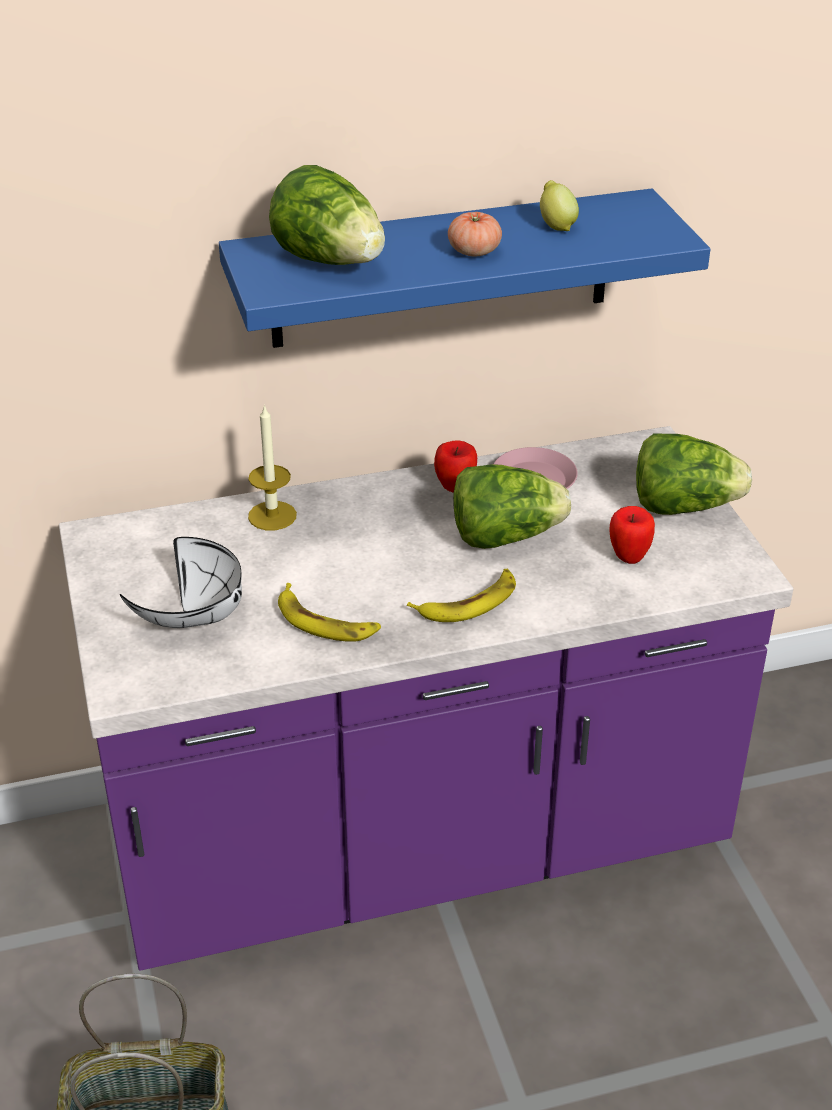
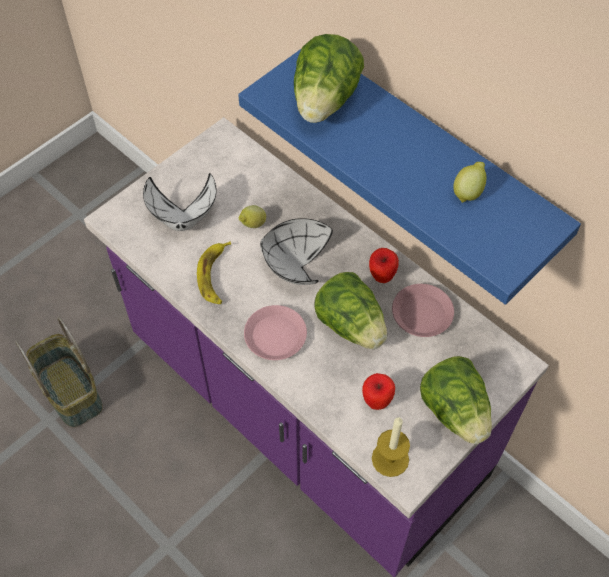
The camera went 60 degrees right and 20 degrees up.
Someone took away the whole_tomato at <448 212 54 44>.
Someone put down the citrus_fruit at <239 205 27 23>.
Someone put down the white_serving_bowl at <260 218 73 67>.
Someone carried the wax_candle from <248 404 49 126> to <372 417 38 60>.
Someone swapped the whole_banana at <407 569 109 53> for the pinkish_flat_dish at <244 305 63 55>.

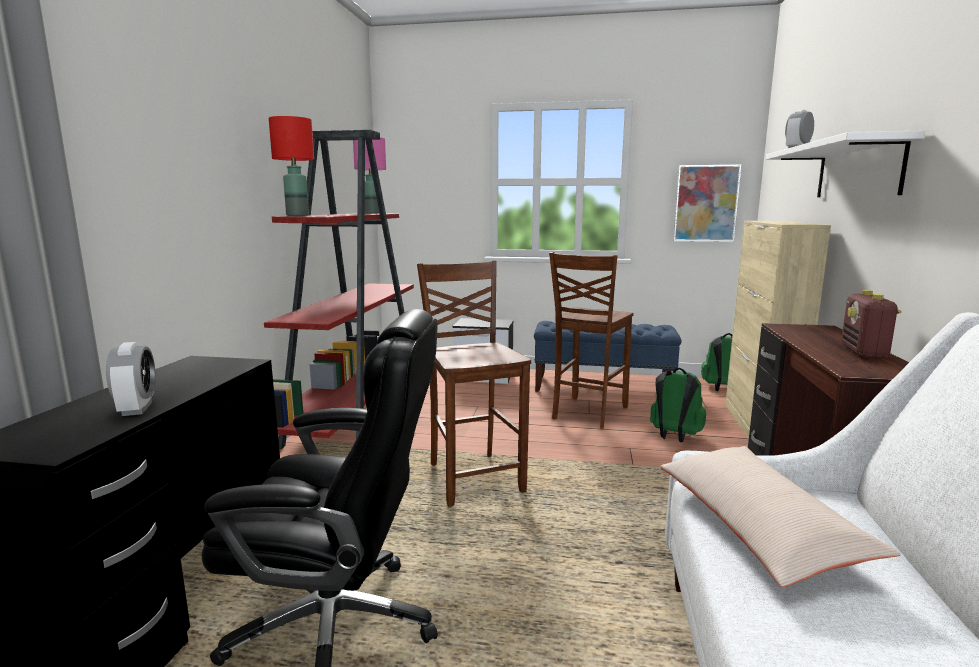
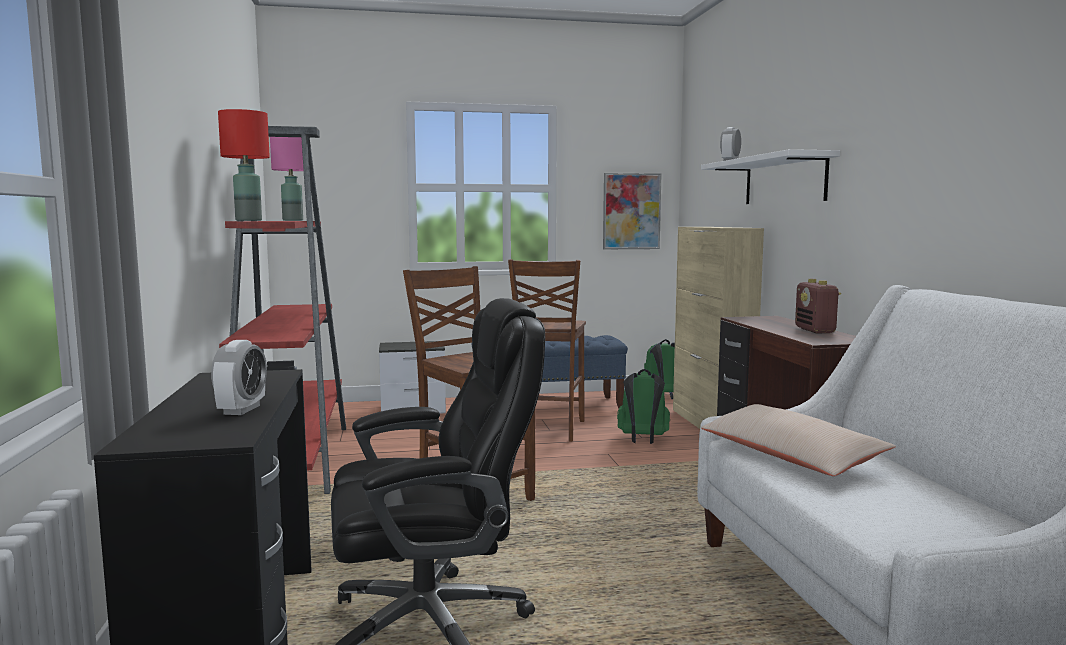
The camera went 20 degrees left and 5 degrees down.
Someone rotated the bedside_clock at <106 342 50 74> by 45 degrees clockwise.

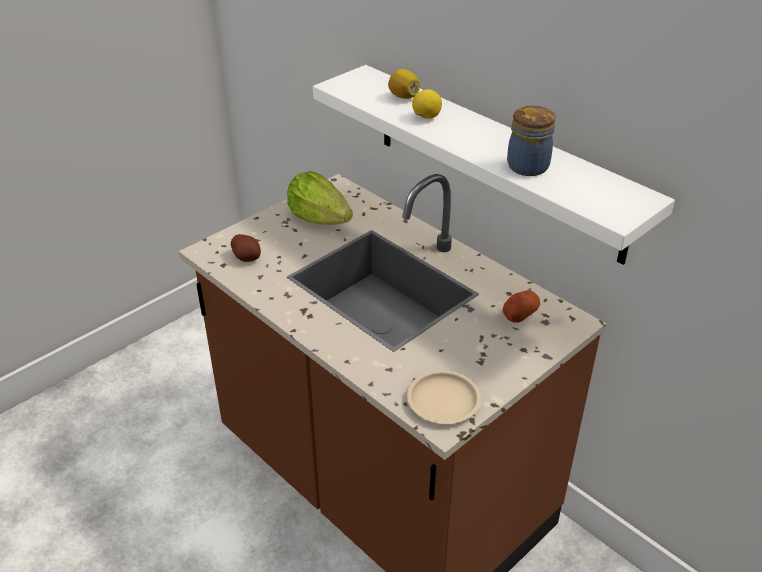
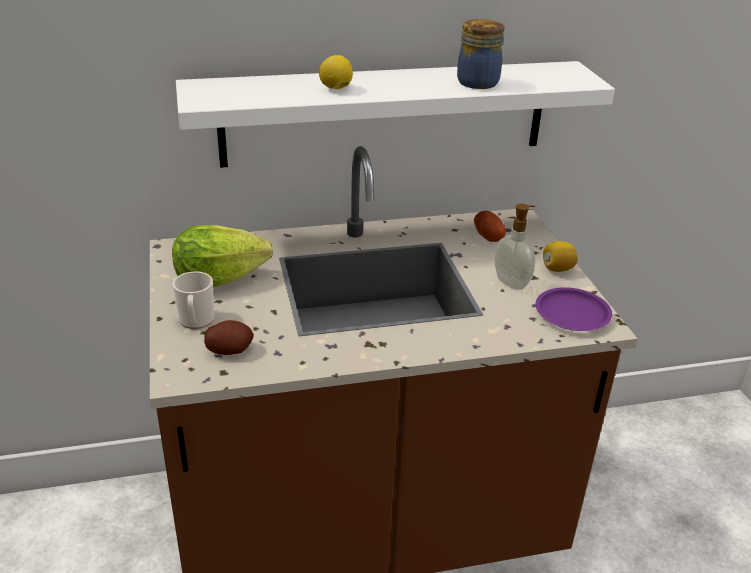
The camera went 60 degrees left and 5 degrees down.
Someone put down the mug at <173 271 41 58>.
Someone put down the soap_dispenser at <495 204 40 86>.
Someone carried the citrus_fruit from <388 69 32 30> to <543 241 35 31>.
Someone repainted the beige_flat_dish at <407 370 74 54>, which became the purplish_flat_dish at <536 287 76 44>.

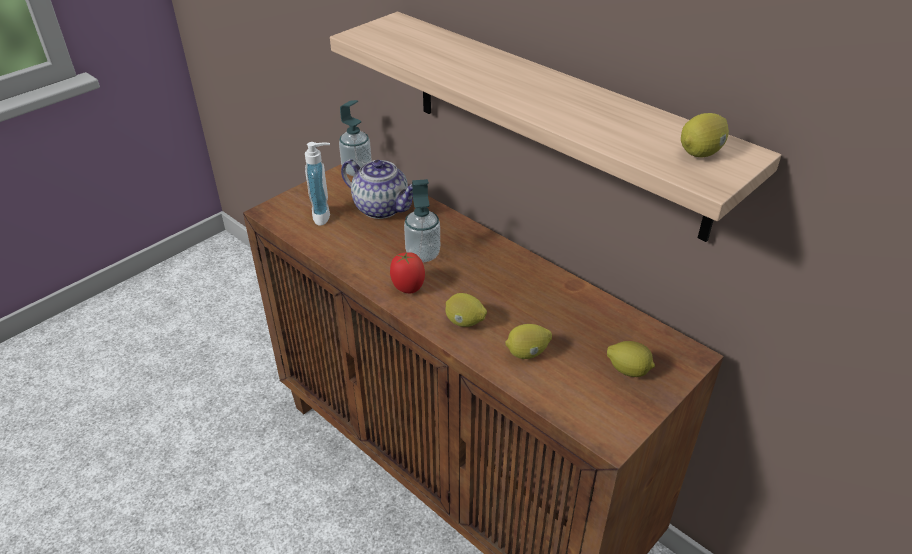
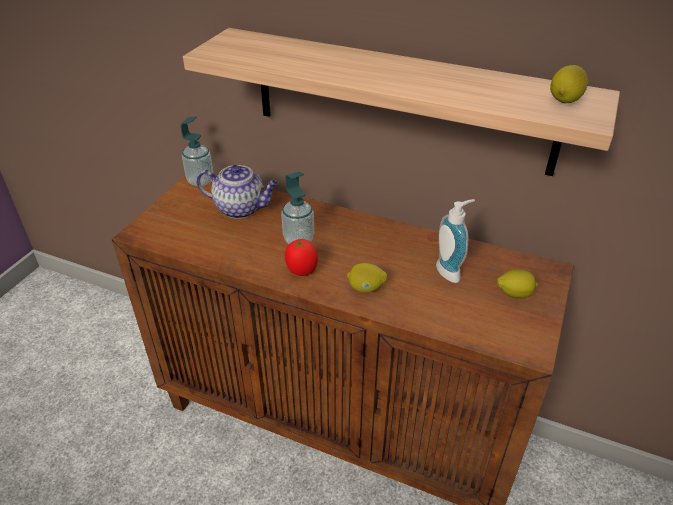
The camera went 20 degrees left and 0 degrees up.
Someone took away the citrus_fruit at <505 324 47 35>.
Someone carried the soap_dispenser from <305 142 25 84> to <436 199 39 84>.

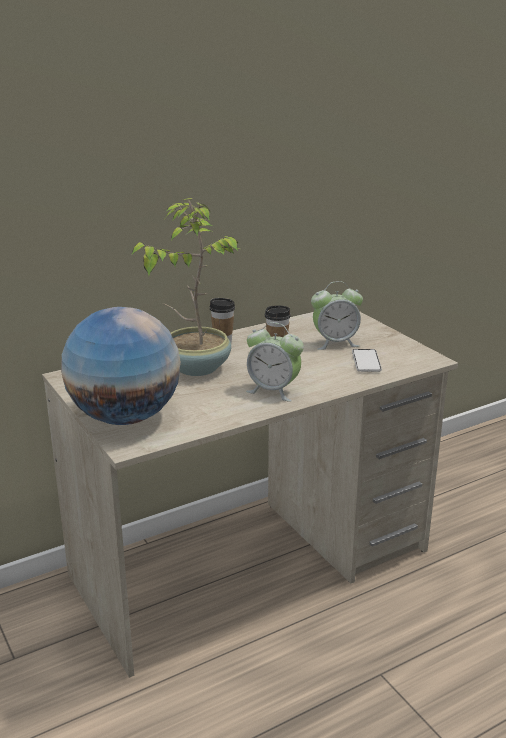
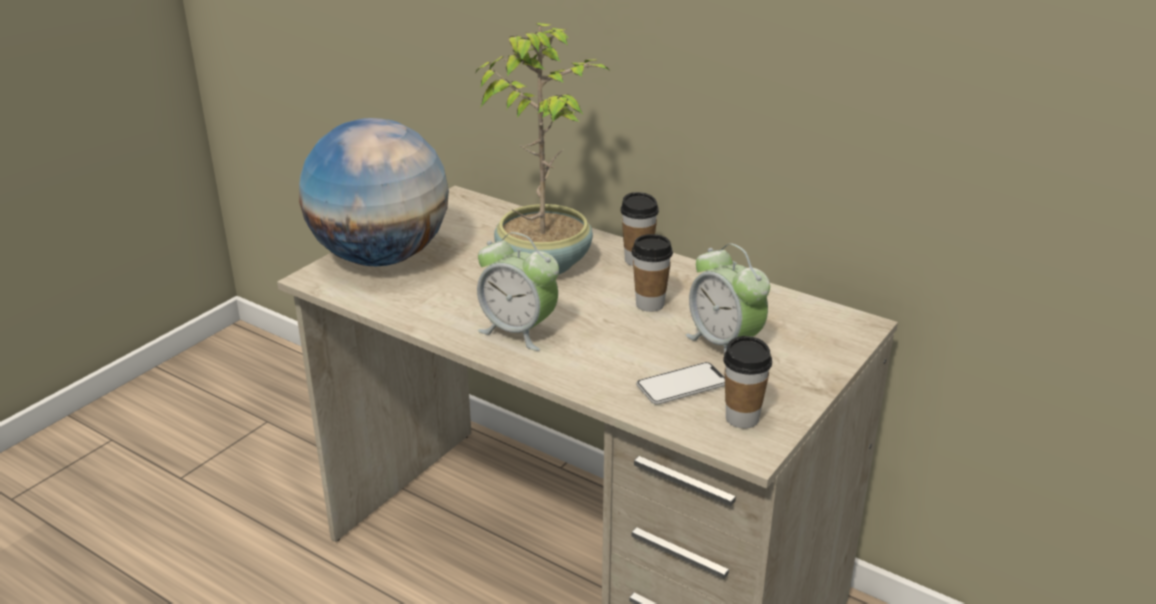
The camera went 65 degrees right and 5 degrees up.
Someone put down the drinking_cup at <723 336 49 92>.
Someone rotated the bedside_clock at <246 322 58 80> by 60 degrees counterclockwise.

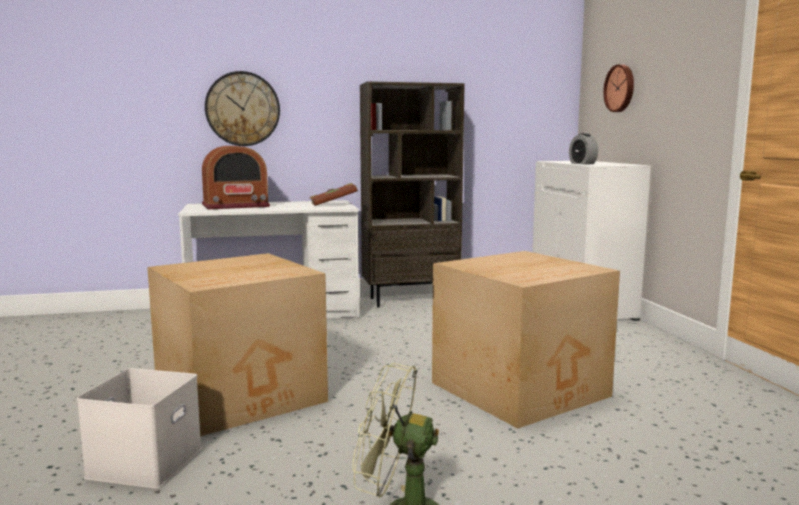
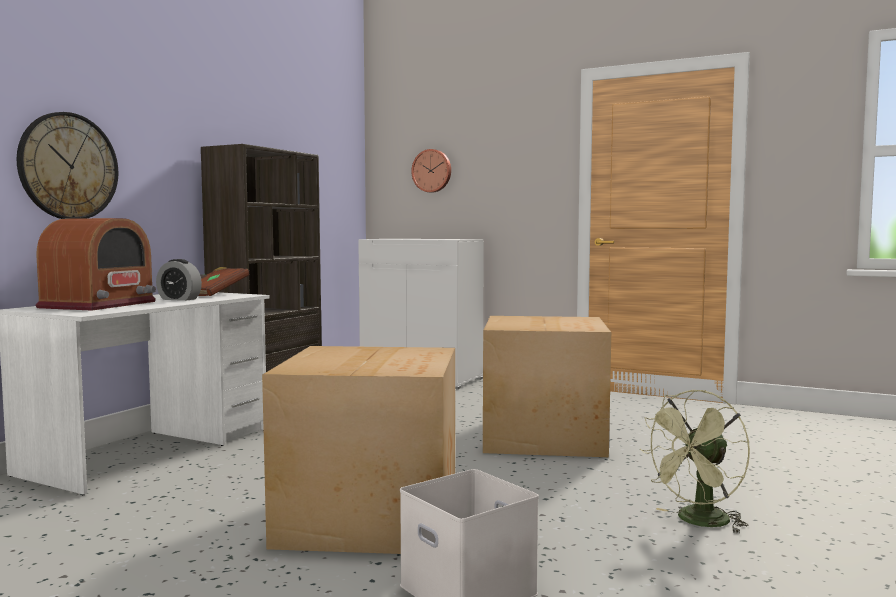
The camera went 50 degrees left and 5 degrees down.
Someone carried the bedside_clock from <569 133 29 31> to <156 259 46 42>.

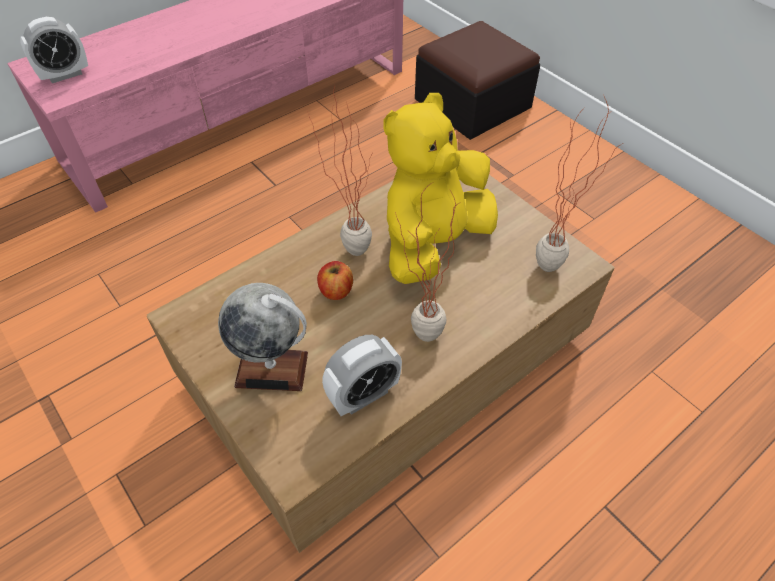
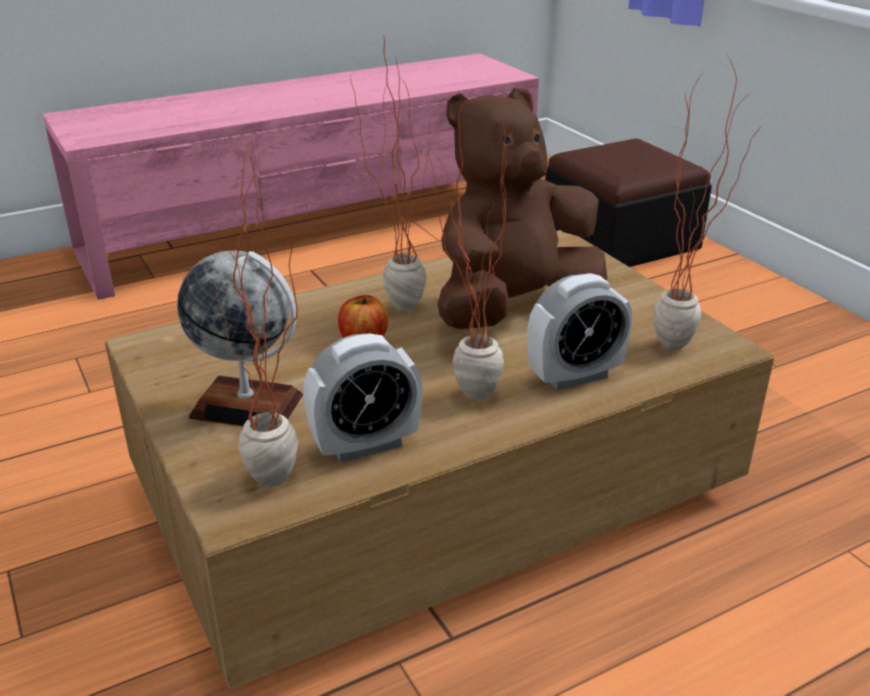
The camera went 10 degrees right and 20 degrees down.
Someone put down the plant_in_a_pot at <215 142 83 345>.
Someone carried the bedside_clock from <21 17 67 66> to <527 273 105 117>.
Someone repainted the yellowish_cuddly_toy at <383 93 115 191>, which became the brown-coloured_cuddly_toy at <438 87 169 242>.

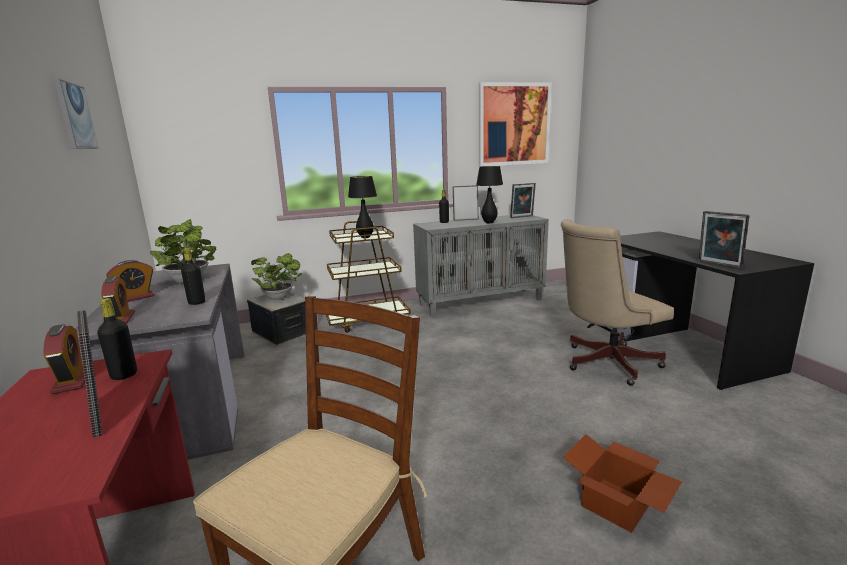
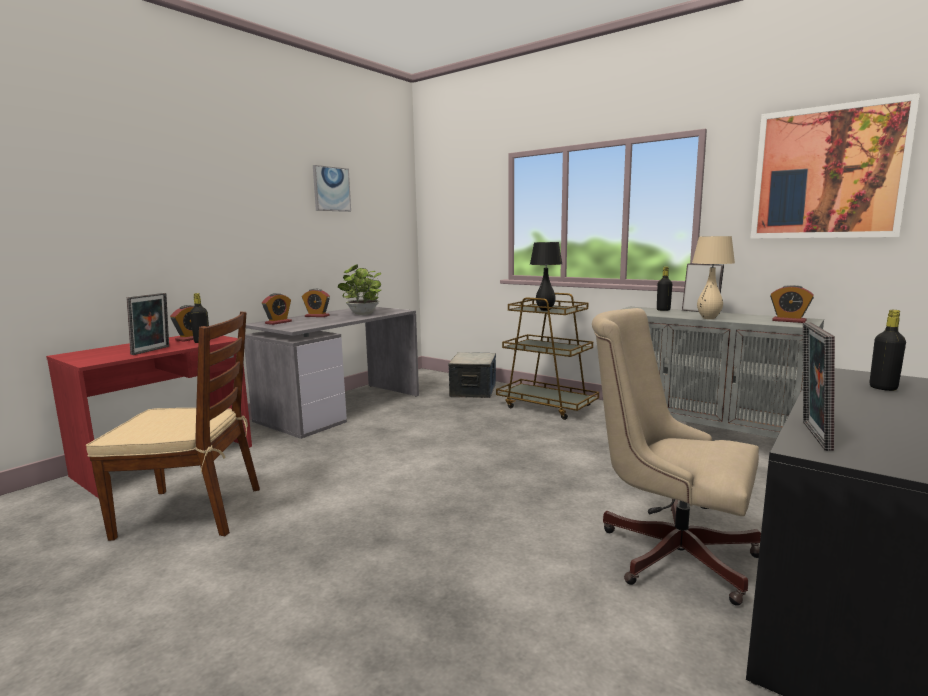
The camera went 55 degrees right and 5 degrees down.
Someone took away the plant_in_a_pot at <251 253 51 47>.
Someone took away the packing_box at <563 434 119 99>.
Someone carried the black_beverage_bottle from <181 248 24 57> to <870 310 36 81>.
Someone swapped the picture_frame at <510 183 26 35> for the bedside_clock at <770 285 44 38>.
Someone repainted the black_tabletop_lamp at <476 166 27 57>, which became the beige_tabletop_lamp at <692 236 43 83>.

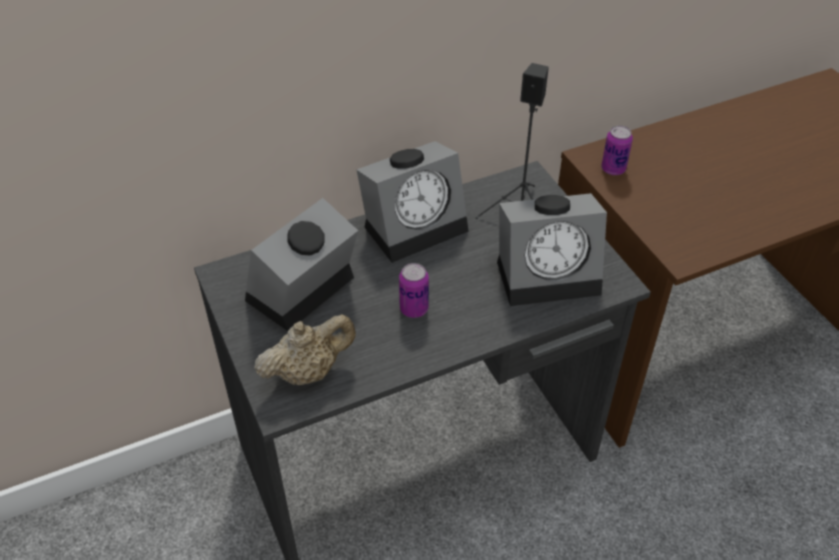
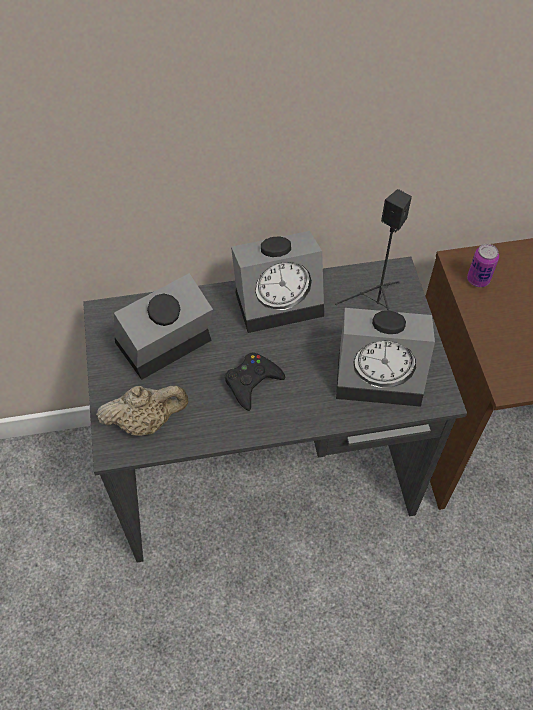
The camera went 15 degrees right and 10 degrees up.
Someone swapped the metal_can at <399 263 30 55> for the black_game_controller at <225 353 60 58>.

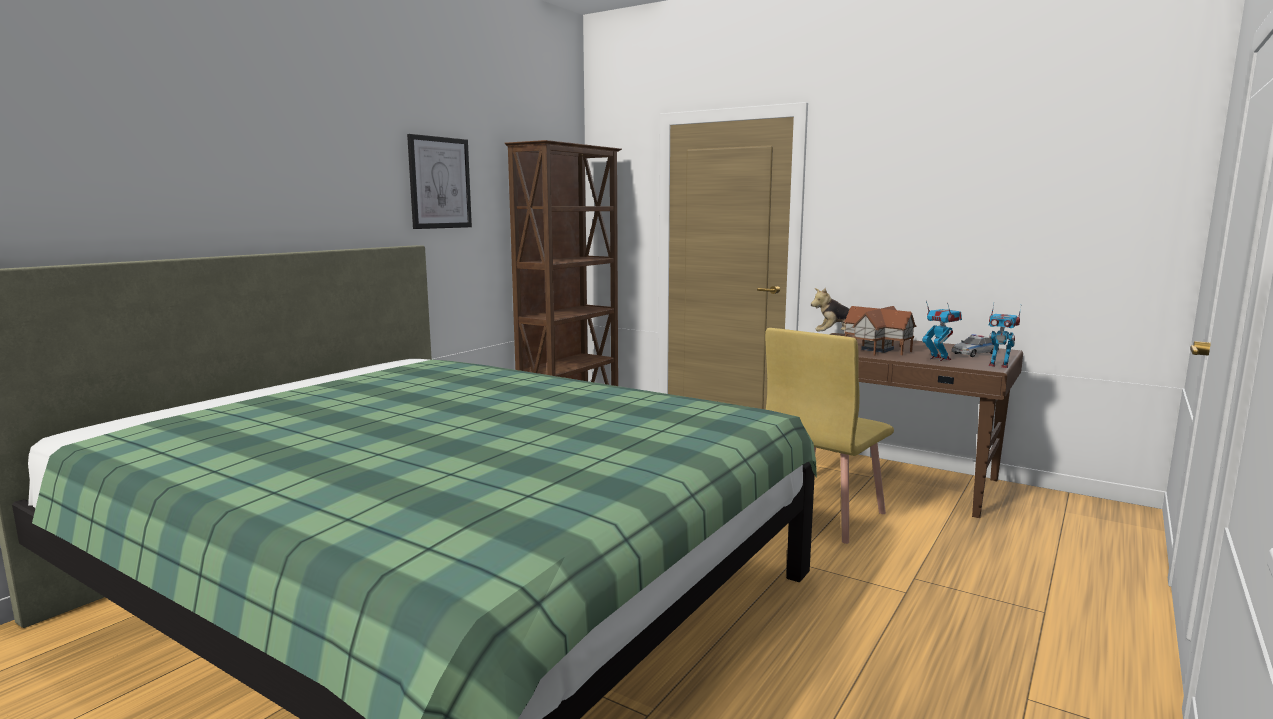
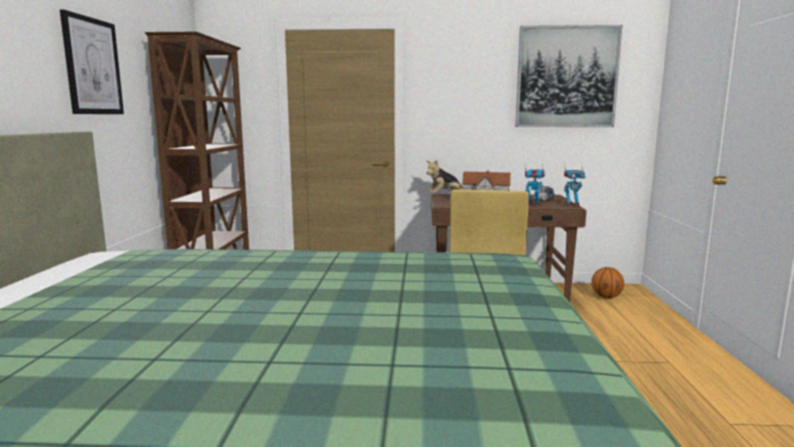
The camera went 30 degrees left and 0 degrees up.
Someone put up the wall_picture at <515 25 107 102>.
Someone put down the basketball at <591 267 33 31>.

